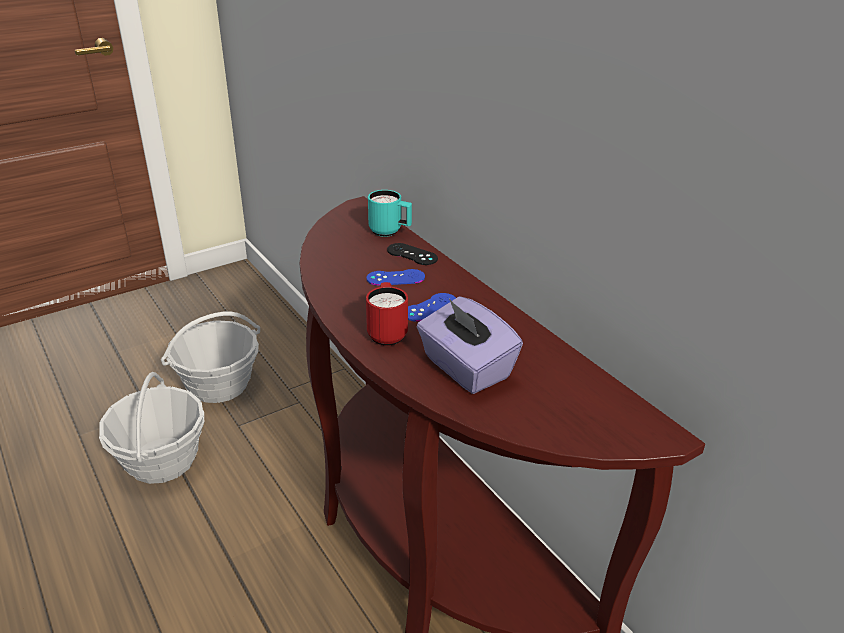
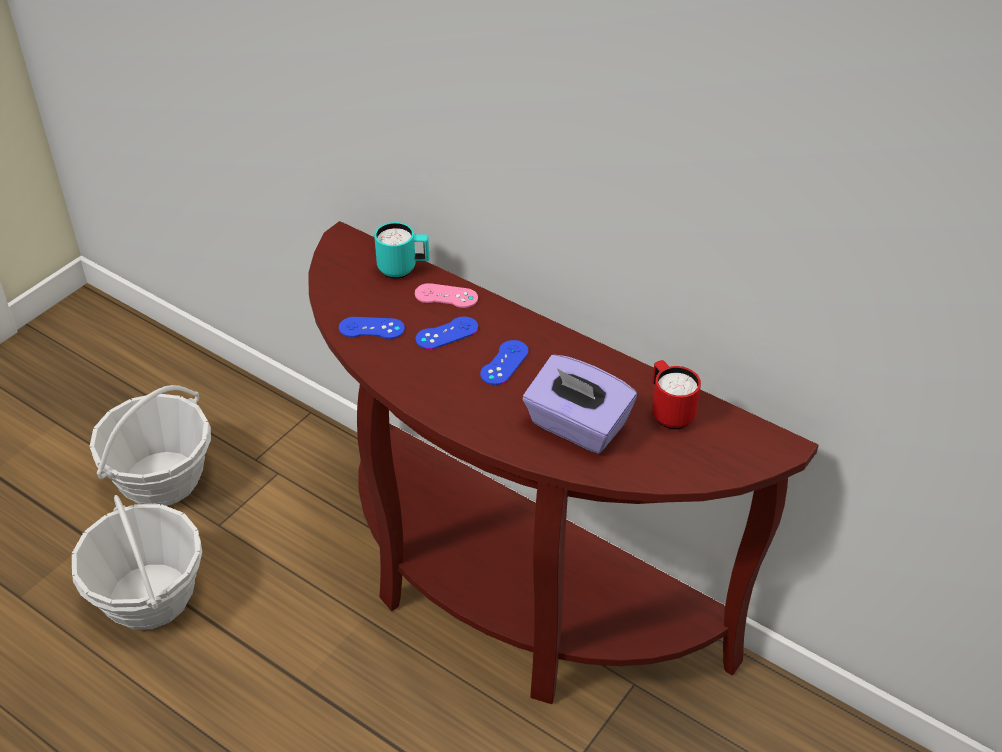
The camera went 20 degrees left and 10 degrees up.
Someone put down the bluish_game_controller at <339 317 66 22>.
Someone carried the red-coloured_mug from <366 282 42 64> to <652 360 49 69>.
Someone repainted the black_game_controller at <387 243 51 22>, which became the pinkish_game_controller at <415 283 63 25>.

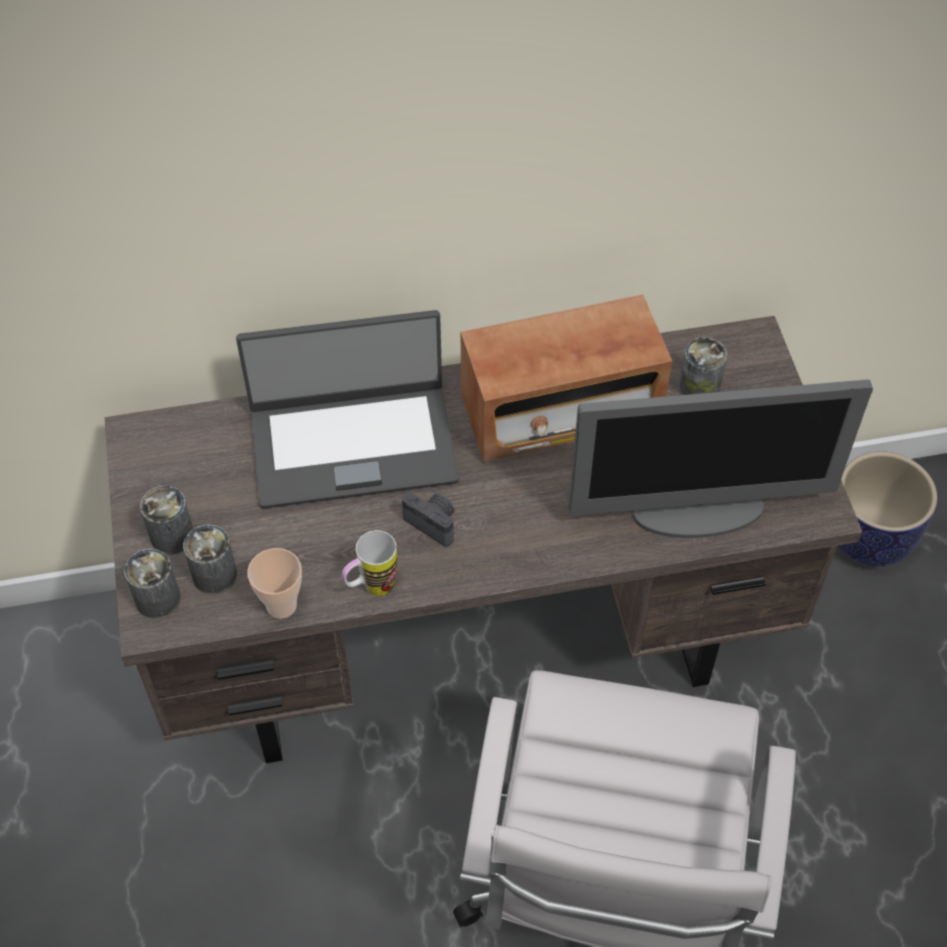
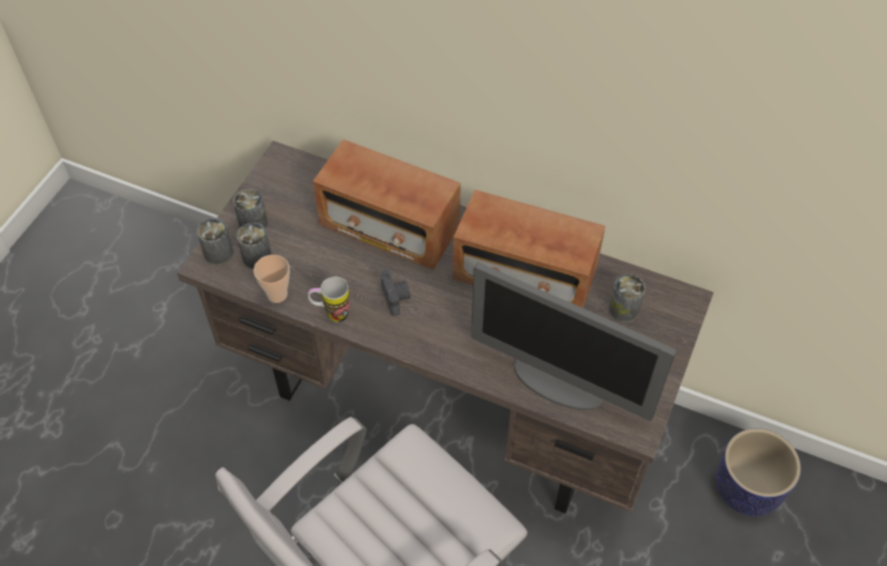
The camera went 35 degrees right and 0 degrees up.
Someone swapped the laptop at <236 310 223 198> for the radio at <313 139 148 131>.

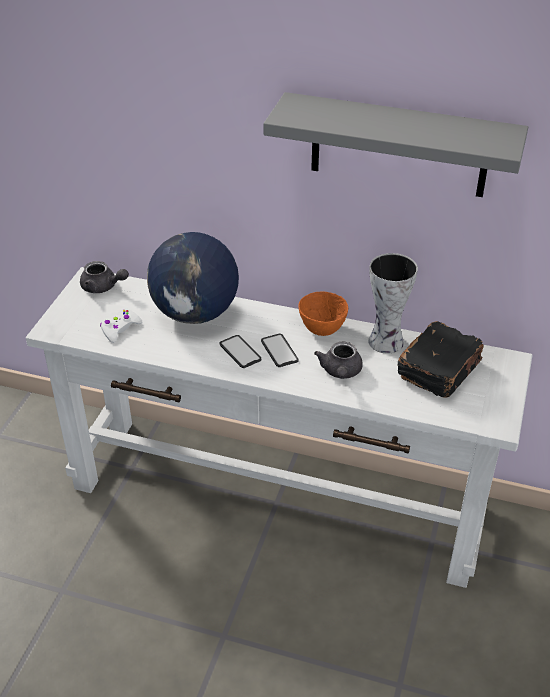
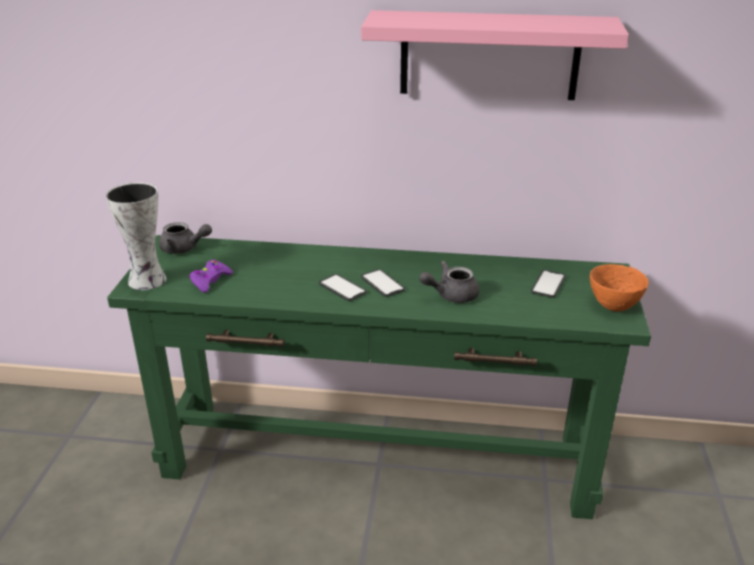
The camera went 10 degrees left and 10 degrees down.
Someone took away the world_globe at <147 232 92 92>.
Someone carried the orangey_serving_bowl from <299 292 49 44> to <590 264 59 47>.
Someone carried the flower_vase from <368 253 50 101> to <106 182 60 108>.
Someone swapped the black_volume at <397 321 87 77> for the phone at <531 270 35 28>.
Someone repainted the white_hall_table at <26 267 506 321>, which became the greenish_hall_table at <107 235 544 284>.
Someone repainted the white_game_controller at <100 308 42 35>, which became the purplish_game_controller at <189 260 44 33>.
Someone repainted the grey_wall_shelf at <263 92 265 105>, which became the pinkish_wall_shelf at <361 10 268 90>.
Someone rotated the grey_teapot at <314 342 49 37> by 75 degrees clockwise.

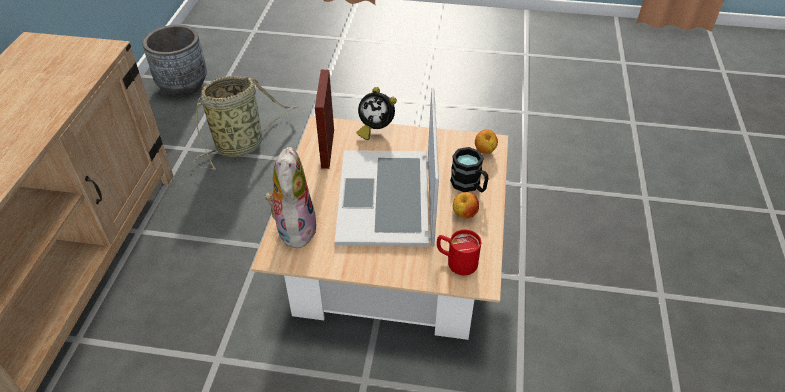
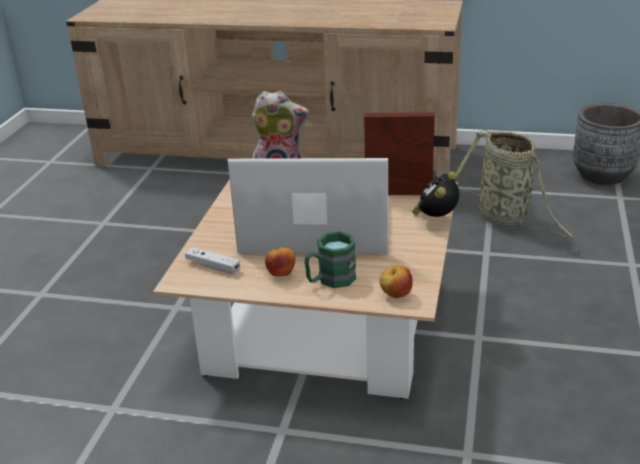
The camera went 95 degrees right and 15 degrees down.
Someone swapped the red-coloured_mug at <437 230 44 45> for the white_game_controller at <185 247 55 27>.
Someone repainted the black_mug at <450 147 38 45>, which became the greenish_mug at <305 231 51 57>.

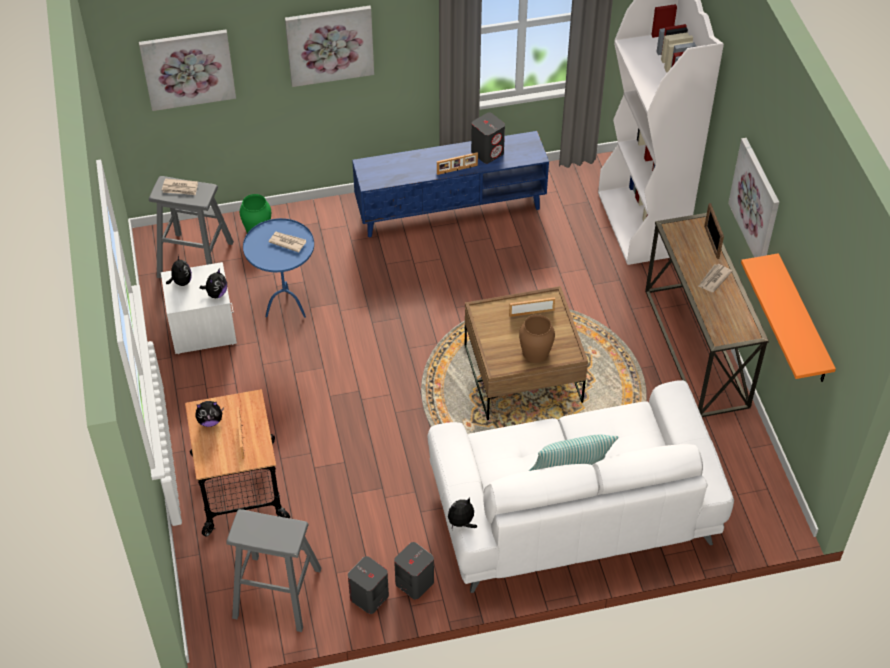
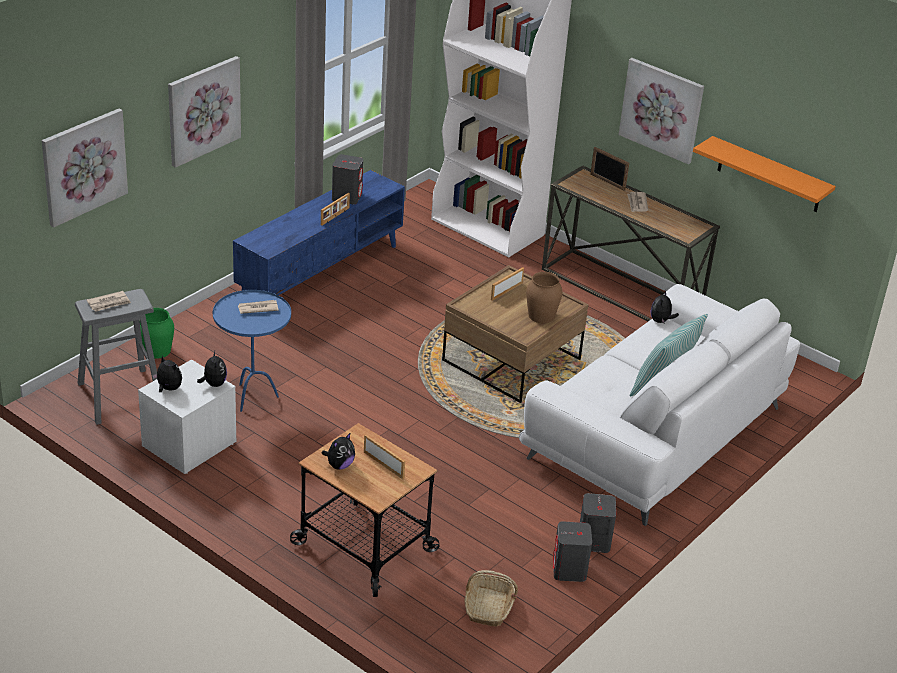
The camera went 40 degrees left and 15 degrees down.
Someone carried the cuddly_toy from <448 497 29 33> to <651 289 28 34>.
Someone swapped the grey_stool at <226 509 96 123> for the storage_basket at <464 570 54 57>.

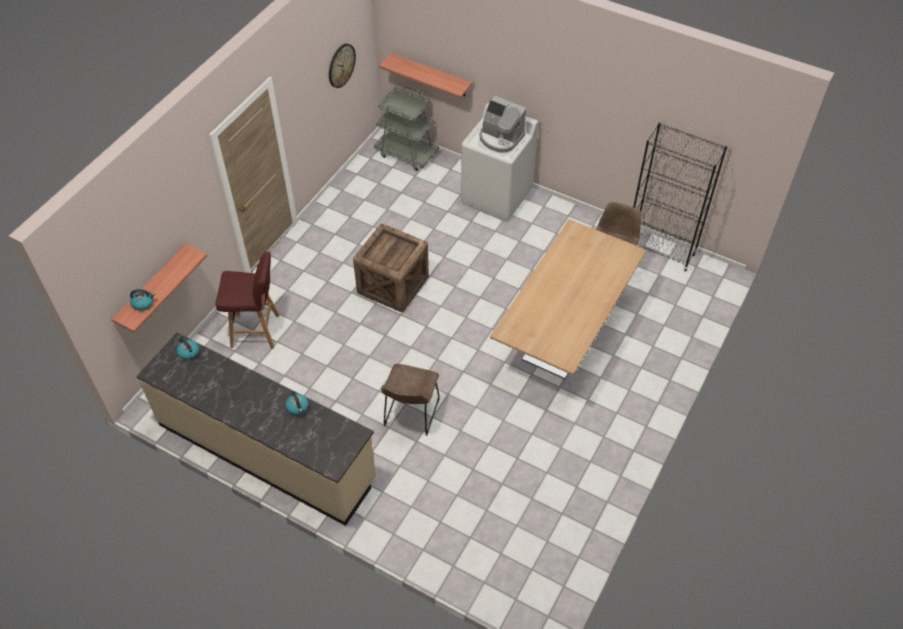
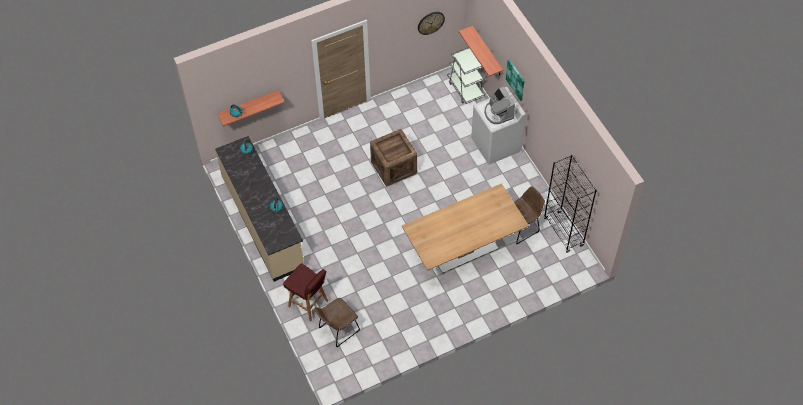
The camera went 35 degrees right and 5 degrees up.
Someone put up the wall_picture at <506 59 19 42>.
Someone carried the red-coloured_stool from <216 252 63 97> to <283 263 45 58>.
Someone carried the brown-coloured_plain_chair from <382 364 58 72> to <314 298 46 49>.

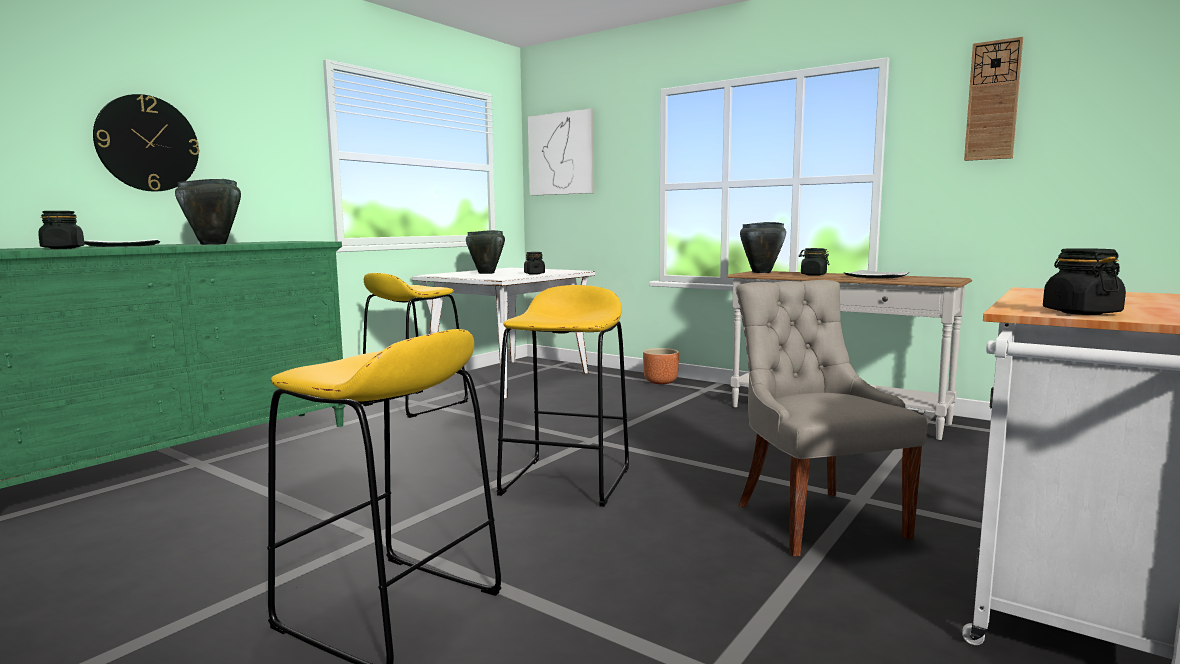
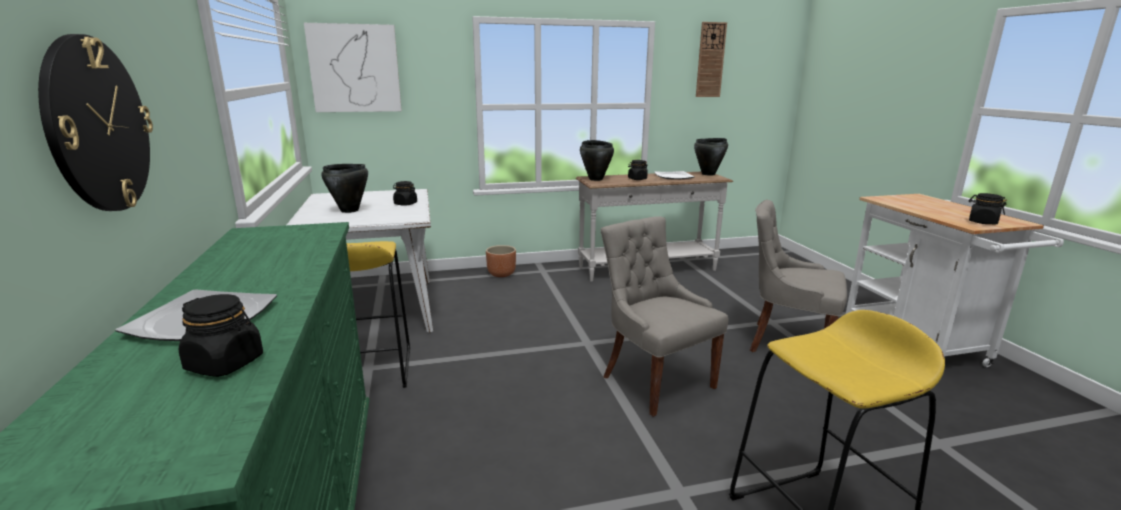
The camera went 50 degrees left and 10 degrees up.
Someone carried the black_cooking_pot from <175 179 66 66> to <694 138 34 38>.
Someone swapped the yellowish_stool at <497 285 132 222> for the grey_plain_chair at <601 216 127 201>.

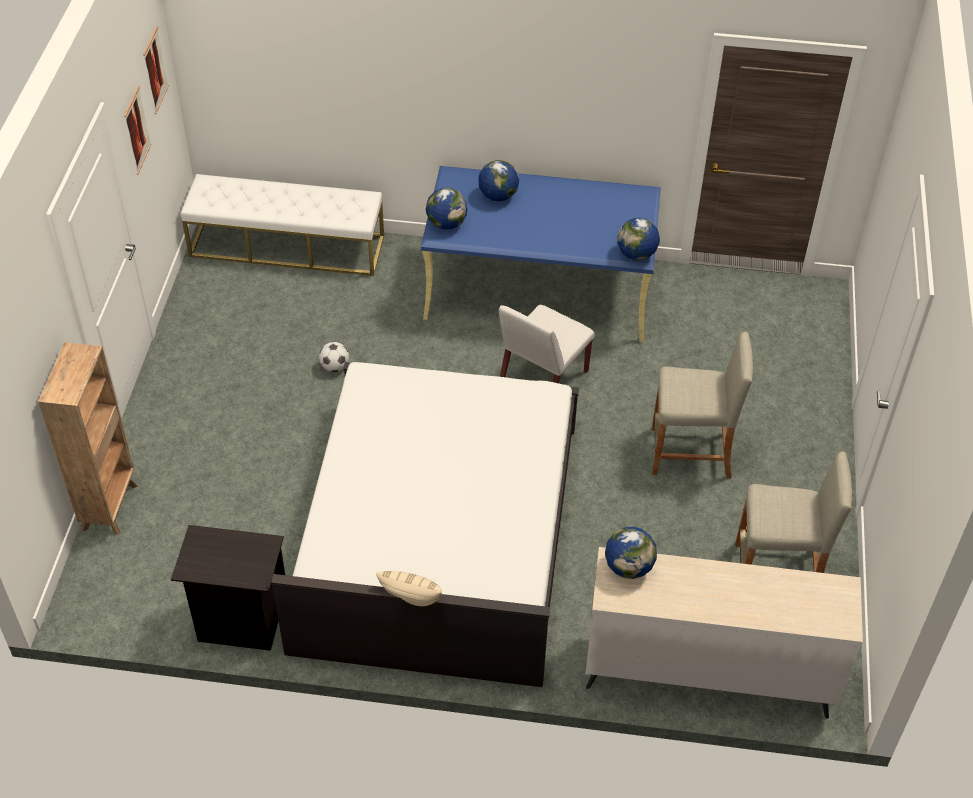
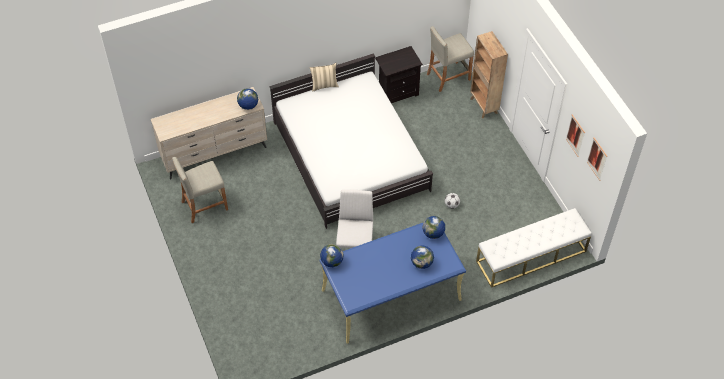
The camera went 150 degrees right and 5 degrees up.
Someone carried the beige_stool from <652 331 101 148> to <427 26 47 66>.

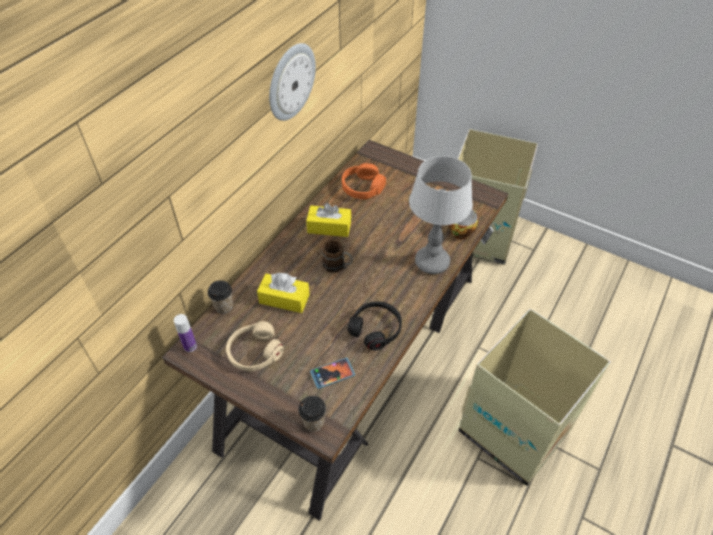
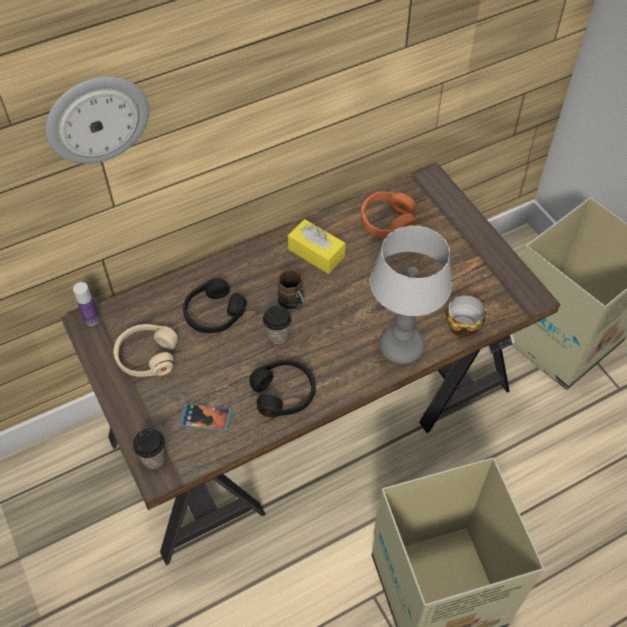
The camera went 30 degrees right and 5 degrees up.
Someone carried the drinking_cup from <208 280 25 34> to <263 305 29 39>.
Someone carried the wall_clock from <269 43 47 78> to <46 76 103 88>.
Someone swapped the yellowish_tissue_box at <257 273 53 40> for the black_pair_of_headphones at <183 278 63 55>.

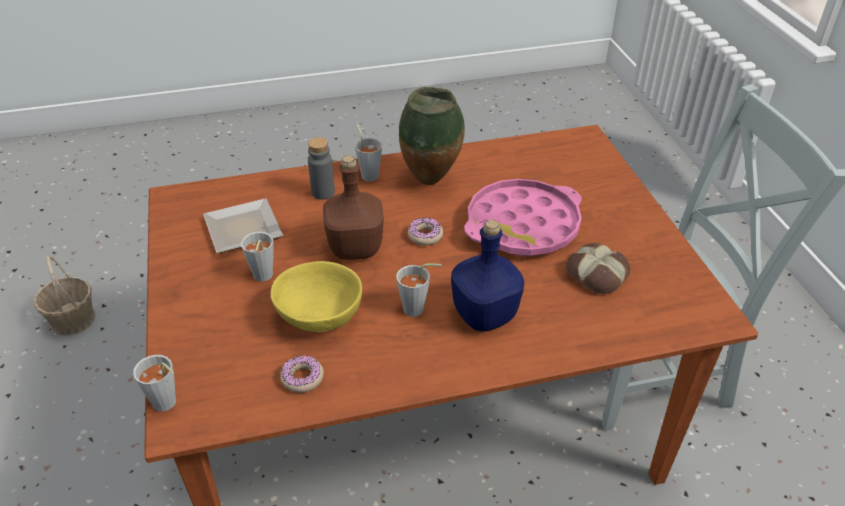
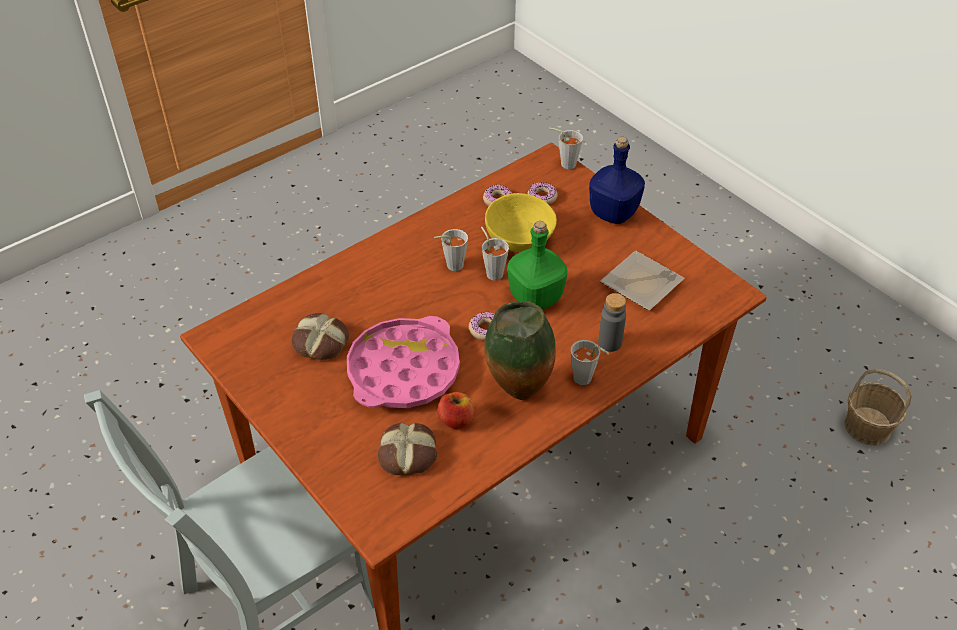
The camera went 155 degrees right and 5 degrees up.
Someone put down the baked_bread at <378 423 59 52>.
Someone put down the whole_apple at <437 392 38 37>.
Someone put down the doughnut at <527 182 31 22>.
Someone carried the grey_drinking_cup from <241 232 33 50> to <481 227 28 54>.
Someone carried the bluish_beverage_bottle from <451 220 73 112> to <589 137 56 87>.
Someone repainted the brown-coloured_beverage_bottle at <323 155 61 105>, which became the greenish_beverage_bottle at <507 221 60 89>.

